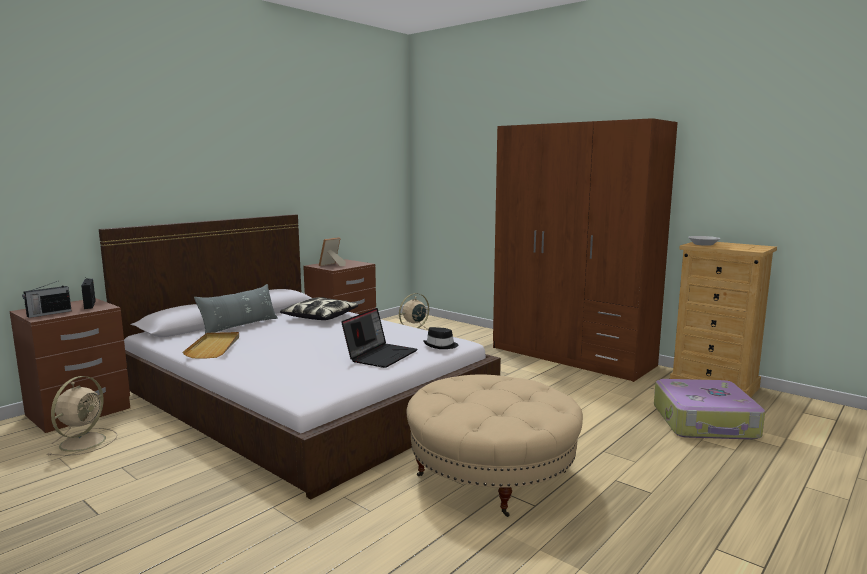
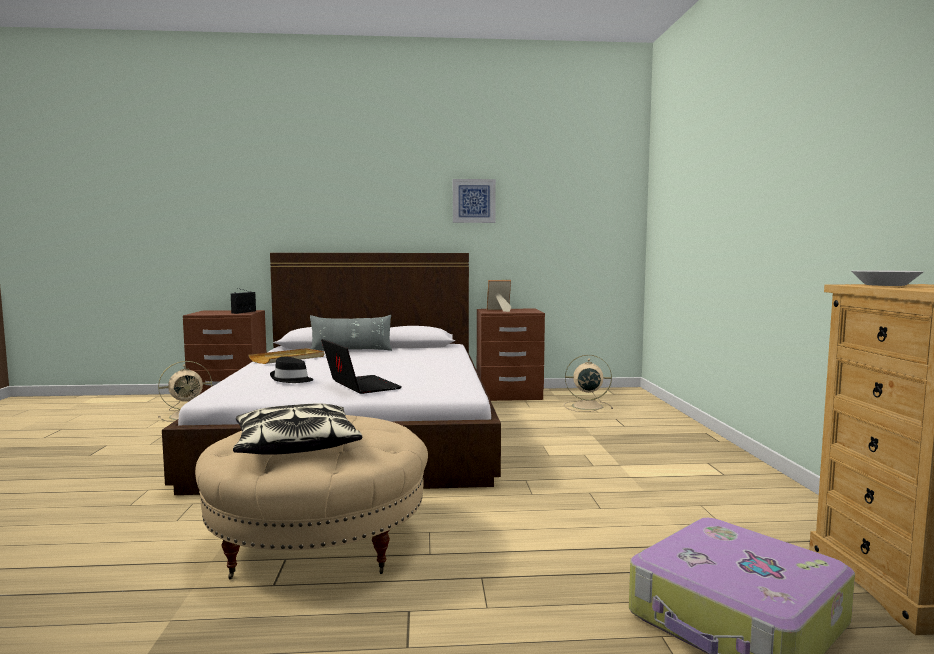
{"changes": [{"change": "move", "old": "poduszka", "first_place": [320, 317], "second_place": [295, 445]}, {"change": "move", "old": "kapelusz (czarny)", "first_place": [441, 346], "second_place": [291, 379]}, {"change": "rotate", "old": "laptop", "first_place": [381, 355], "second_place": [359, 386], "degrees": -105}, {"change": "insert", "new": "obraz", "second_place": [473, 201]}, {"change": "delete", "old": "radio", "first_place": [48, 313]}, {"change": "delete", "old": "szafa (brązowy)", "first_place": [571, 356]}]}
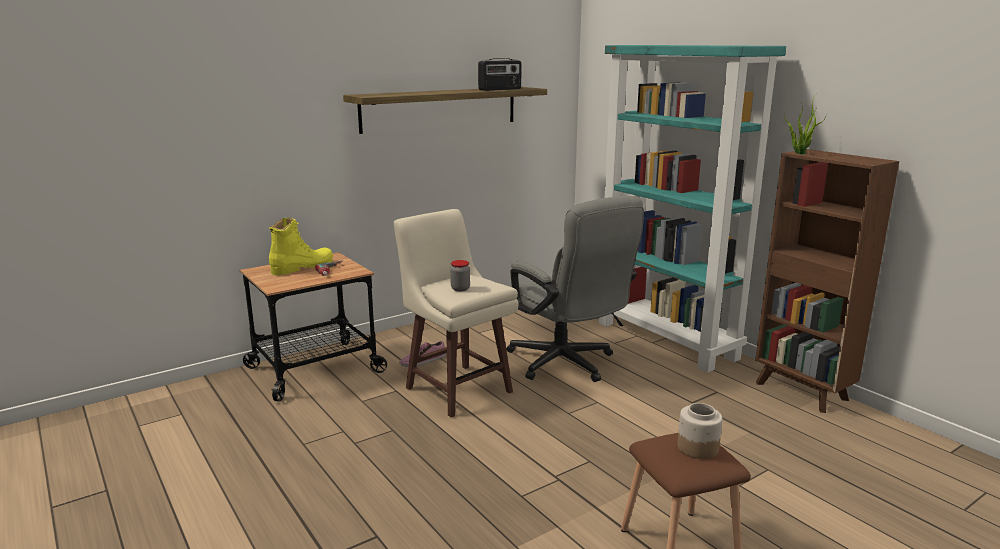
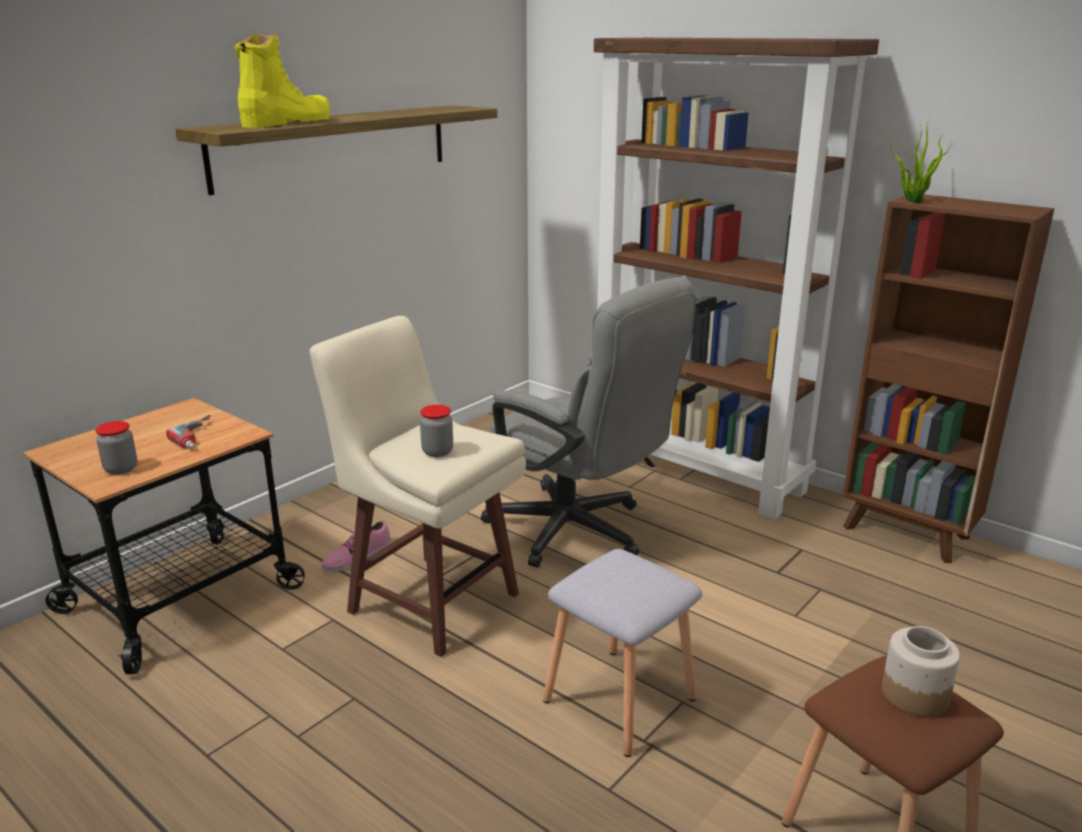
{"changes": [{"change": "insert", "new": "słoik", "second_place": [121, 469]}, {"change": "move", "old": "but z cholewką (żółty)", "first_place": [302, 267], "second_place": [286, 123]}, {"change": "insert", "new": "stołek (szary)", "second_place": [620, 698]}, {"change": "recolor", "old": "regał (turkusowy)", "new": "regał (brązowy)", "first_place": [667, 340], "second_place": [698, 473]}, {"change": "delete", "old": "radio", "first_place": [500, 89]}]}
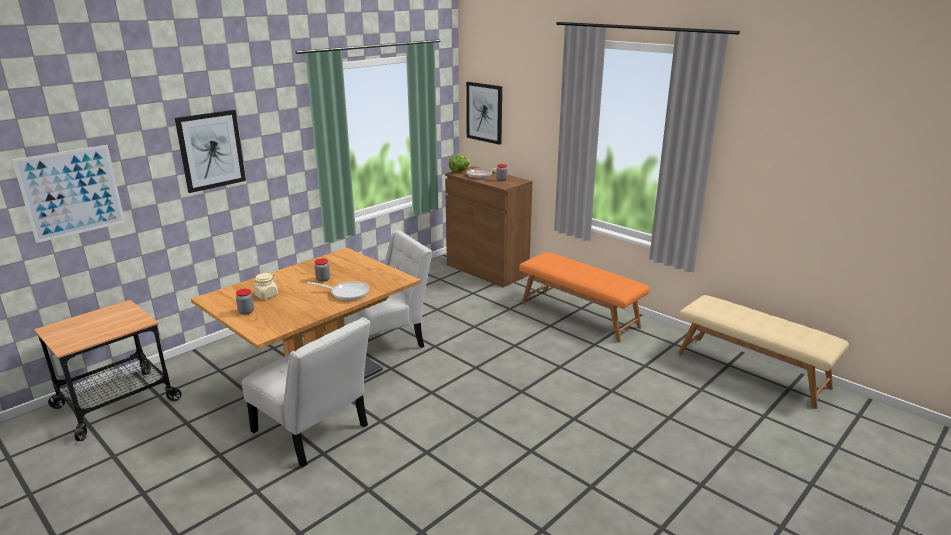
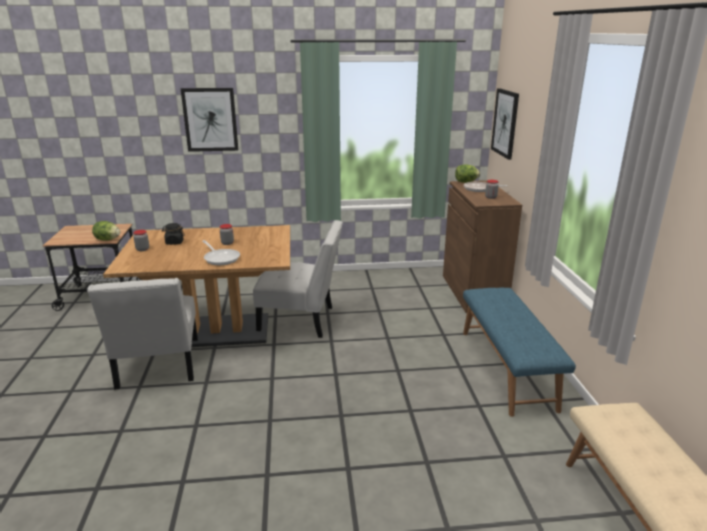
{"changes": [{"change": "insert", "new": "sałata", "second_place": [107, 240]}, {"change": "recolor", "old": "słoik (beżowy)", "new": "słoik (czarny)", "first_place": [266, 295], "second_place": [174, 242]}, {"change": "recolor", "old": "ławka (pomarańczowy)", "new": "ławka (niebieski)", "first_place": [579, 314], "second_place": [507, 368]}, {"change": "delete", "old": "obraz", "first_place": [72, 192]}]}
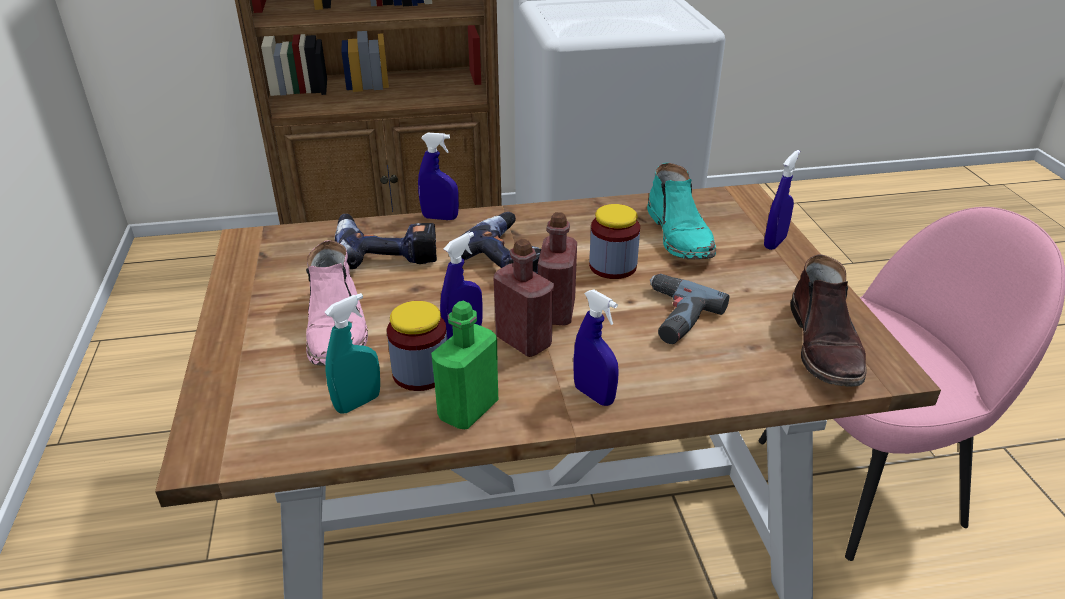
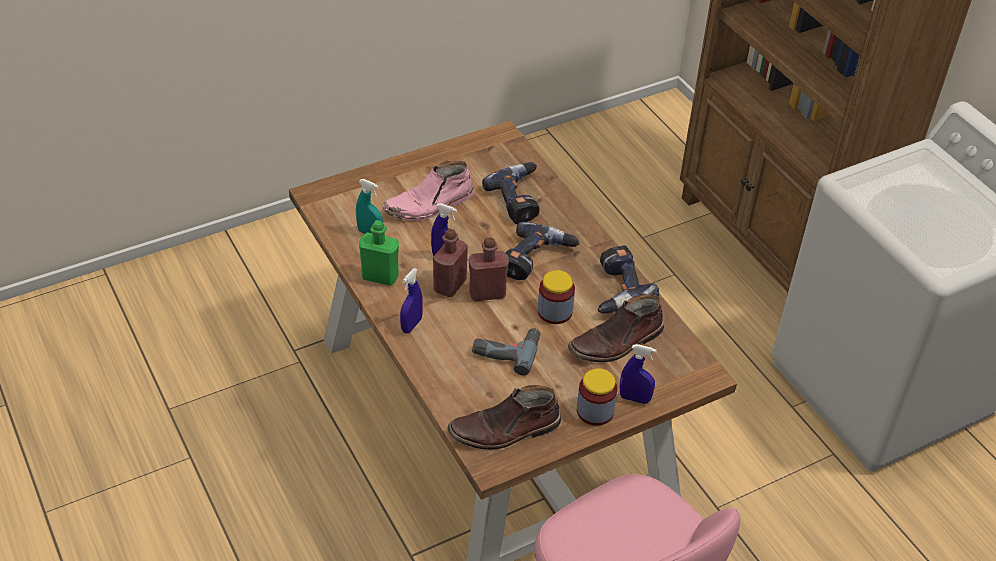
{"changes": [{"change": "recolor", "old": "but z cholewką (turkusowy)", "new": "but z cholewką (brązowy)", "first_place": [681, 236], "second_place": [616, 343]}, {"change": "move", "old": "słoik", "first_place": [421, 373], "second_place": [595, 411]}, {"change": "insert", "new": "wiertarka", "second_place": [616, 290]}, {"change": "delete", "old": "spryskiwacz (niebieski)", "first_place": [440, 218]}]}
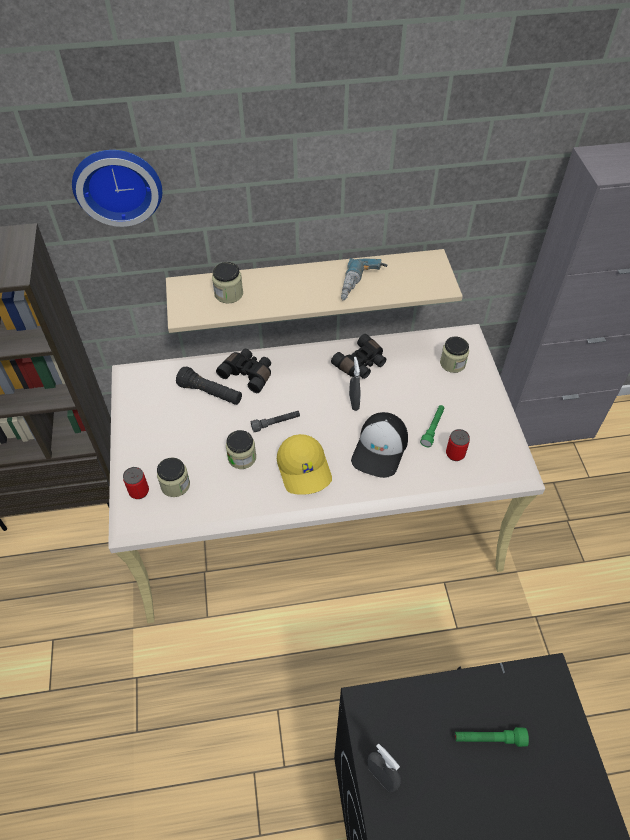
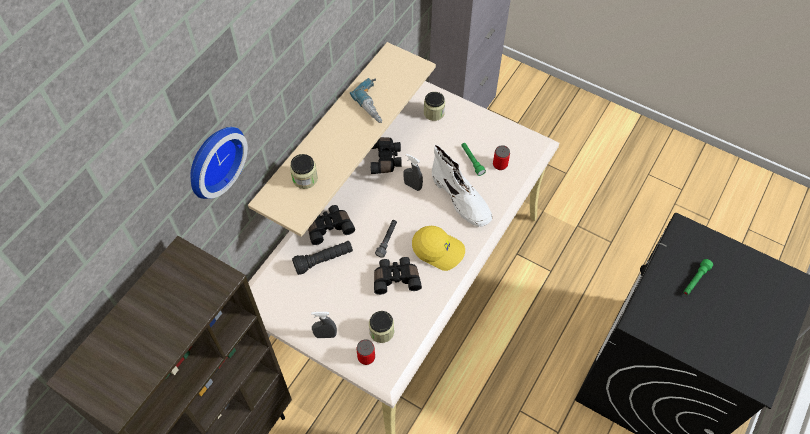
{"changes": [{"change": "move", "old": "spryskiwacz (szary)", "first_place": [381, 776], "second_place": [325, 335]}, {"change": "replace", "old": "słoik", "new": "lornetka (czarny)", "first_place": [242, 457], "second_place": [396, 278]}, {"change": "replace", "old": "czapka z daszkiem", "new": "but z cholewką (biały)", "first_place": [380, 449], "second_place": [461, 199]}]}
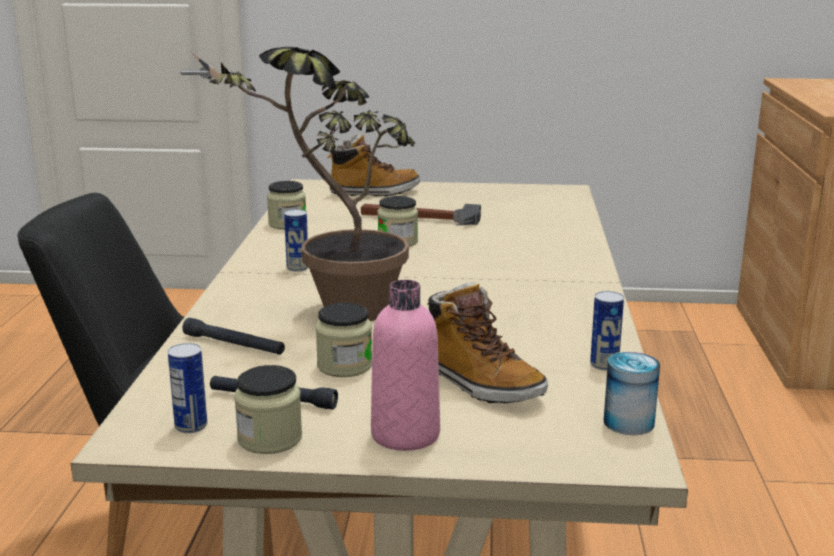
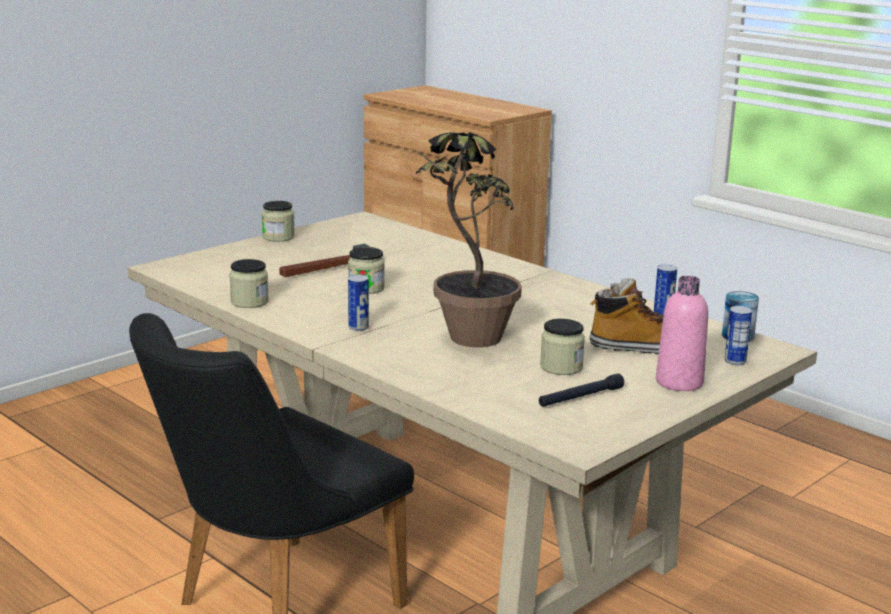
{"changes": [{"change": "move", "old": "słoik", "first_place": [270, 439], "second_place": [278, 237]}, {"change": "move", "old": "puszka", "first_place": [191, 426], "second_place": [735, 361]}, {"change": "delete", "old": "latarka (czarny)", "first_place": [234, 345]}, {"change": "delete", "old": "but z cholewką", "first_place": [374, 192]}]}
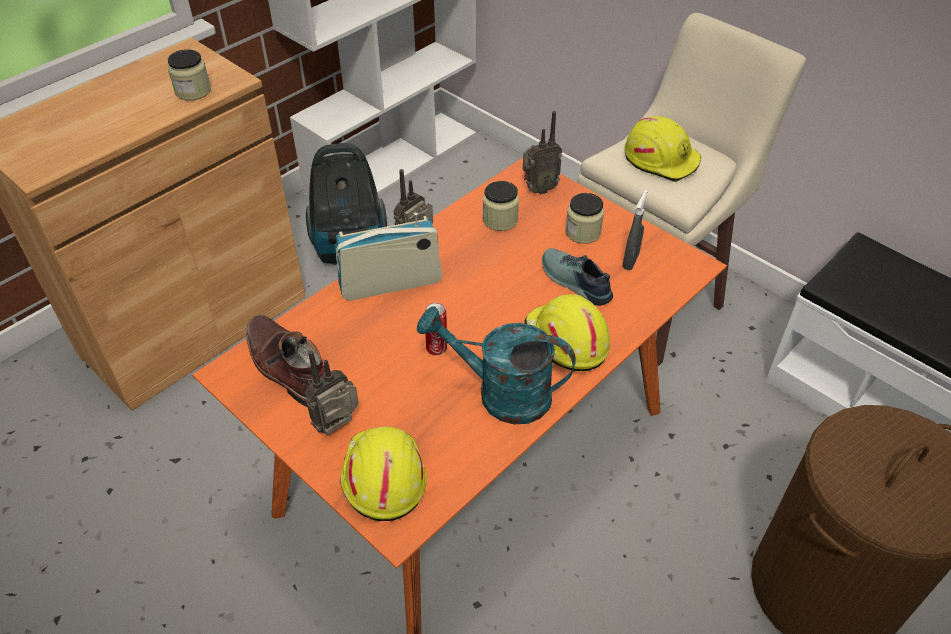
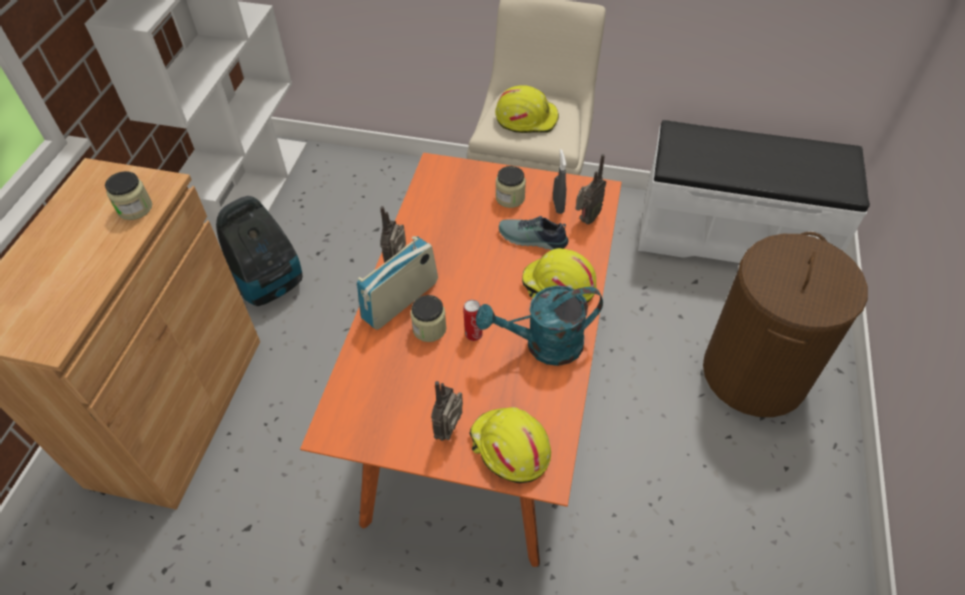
{"changes": [{"change": "move", "old": "słoik", "first_place": [500, 220], "second_place": [429, 328]}, {"change": "move", "old": "radio", "first_place": [538, 189], "second_place": [586, 219]}, {"change": "delete", "old": "but z cholewką (brązowy)", "first_place": [288, 368]}]}
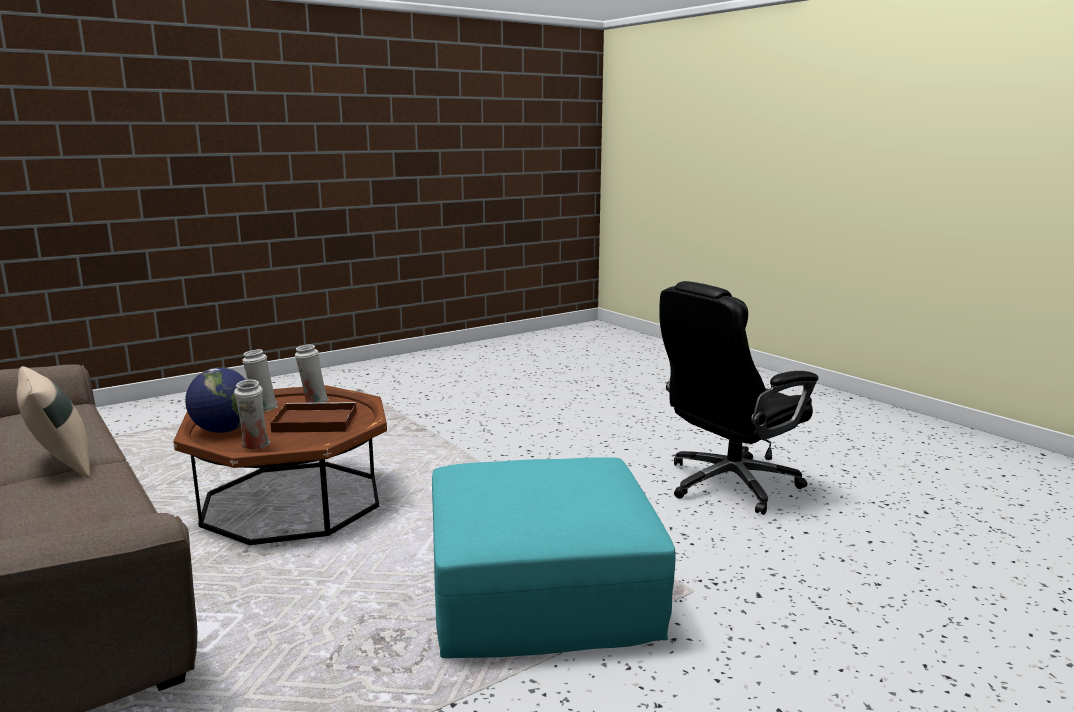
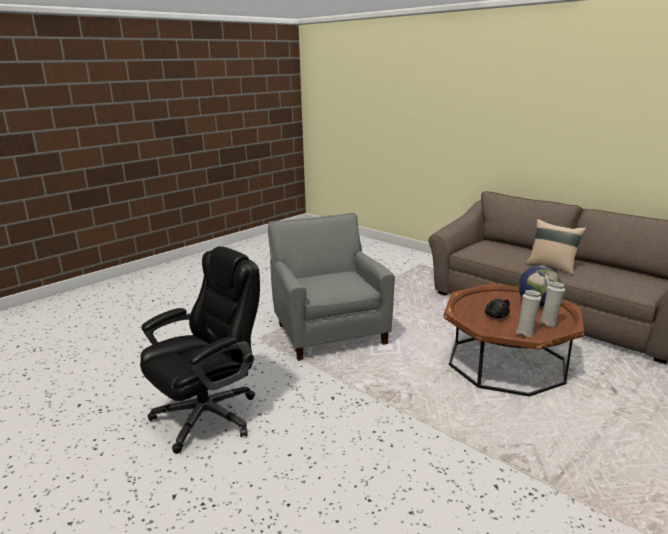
{"changes": [{"change": "replace", "old": "pufa (turkusowy)", "new": "fotel (szary)", "first_place": [541, 591], "second_place": [328, 331]}, {"change": "replace", "old": "taca (brązowy)", "new": "pluszak (czarny)", "first_place": [313, 421], "second_place": [496, 316]}, {"change": "delete", "old": "wazon (biały)", "first_place": [255, 445]}]}
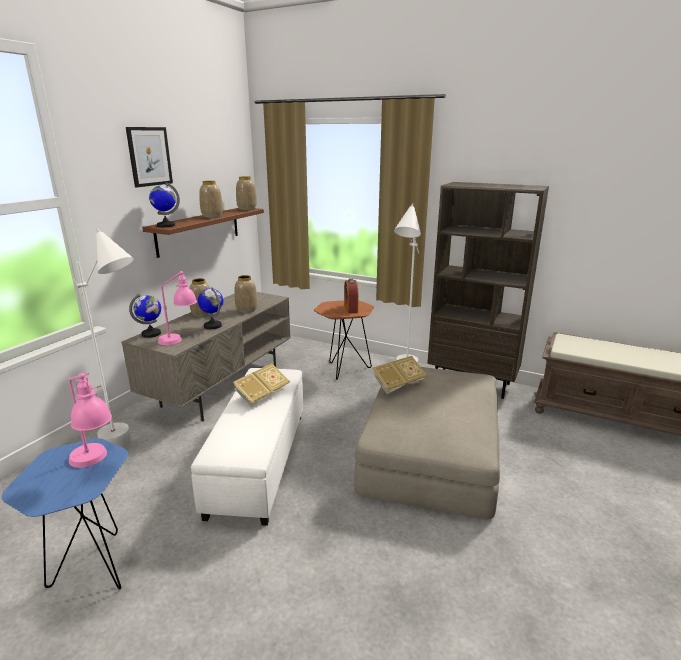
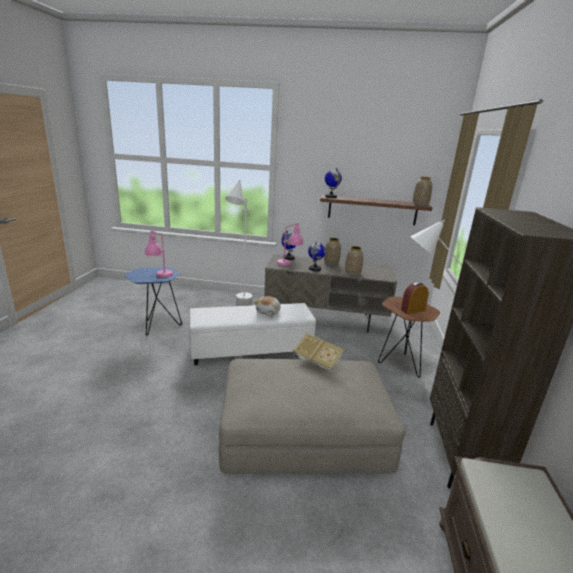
{"changes": [{"change": "replace", "old": "książka", "new": "pluszak", "first_place": [262, 395], "second_place": [268, 312]}, {"change": "delete", "old": "obraz", "first_place": [149, 156]}, {"change": "delete", "old": "wazon", "first_place": [212, 216]}]}
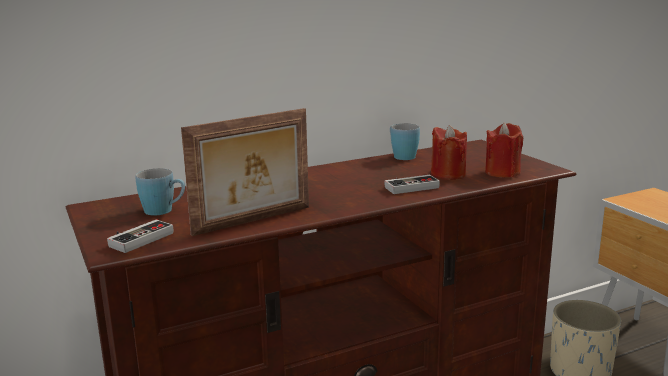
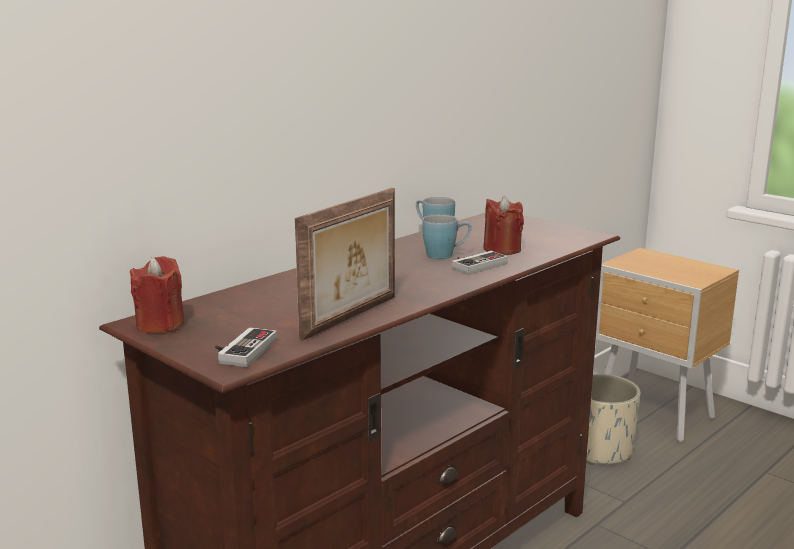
{"changes": [{"change": "move", "old": "świeca (czerwony)", "first_place": [502, 172], "second_place": [160, 324]}, {"change": "move", "old": "kubek (niebieski)", "first_place": [164, 211], "second_place": [446, 255]}]}
